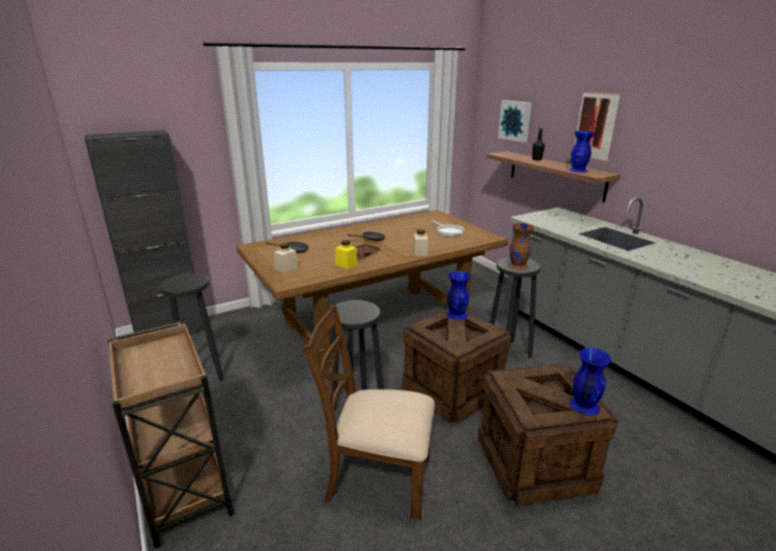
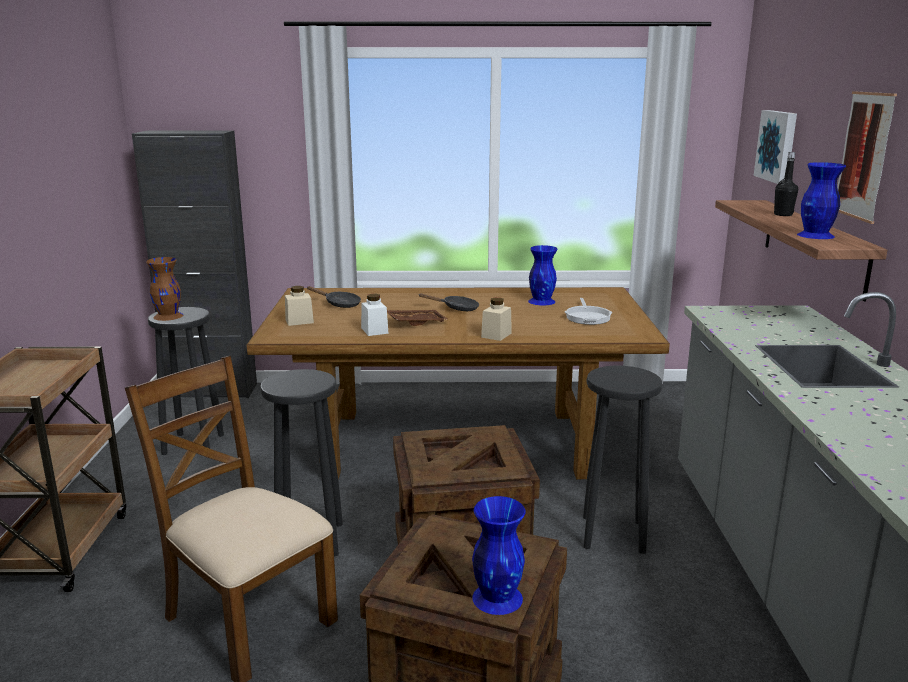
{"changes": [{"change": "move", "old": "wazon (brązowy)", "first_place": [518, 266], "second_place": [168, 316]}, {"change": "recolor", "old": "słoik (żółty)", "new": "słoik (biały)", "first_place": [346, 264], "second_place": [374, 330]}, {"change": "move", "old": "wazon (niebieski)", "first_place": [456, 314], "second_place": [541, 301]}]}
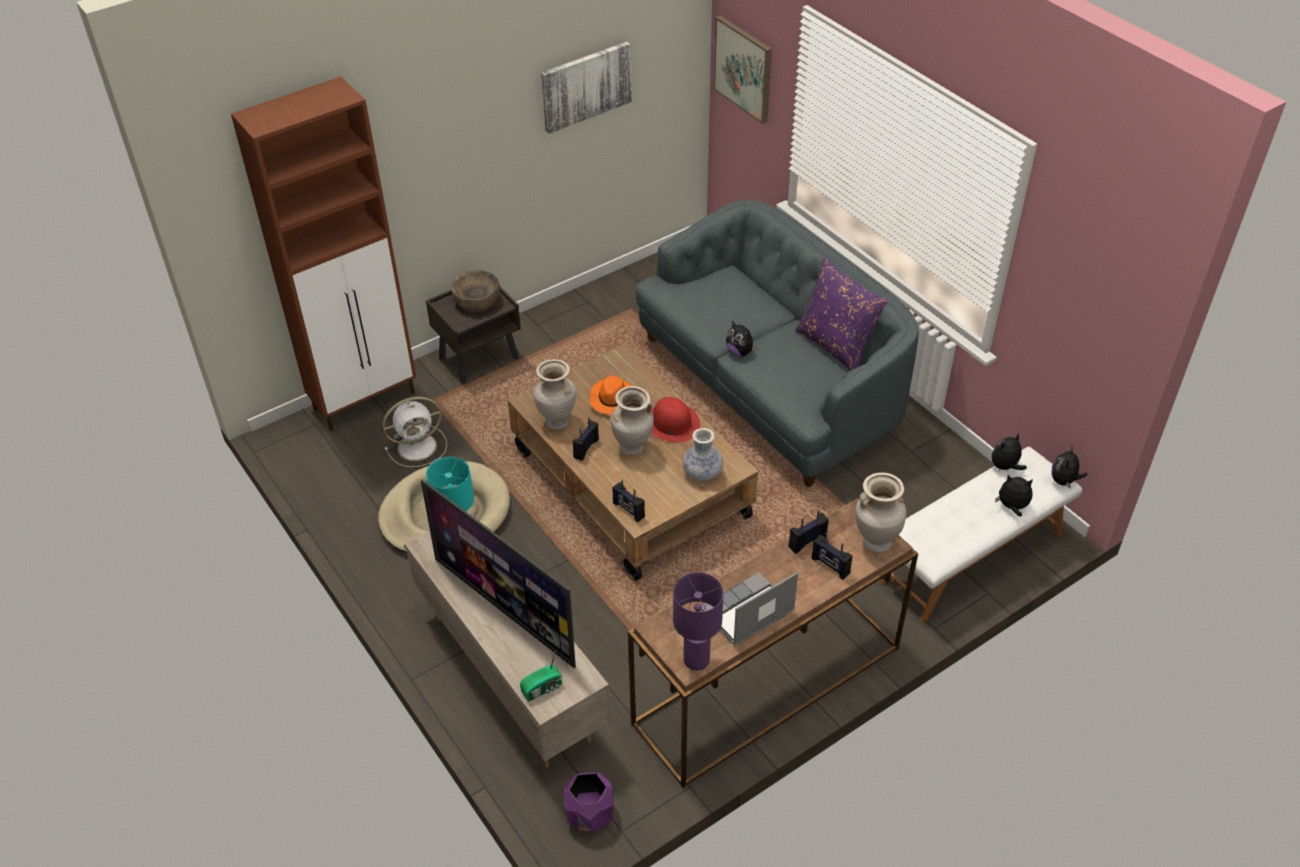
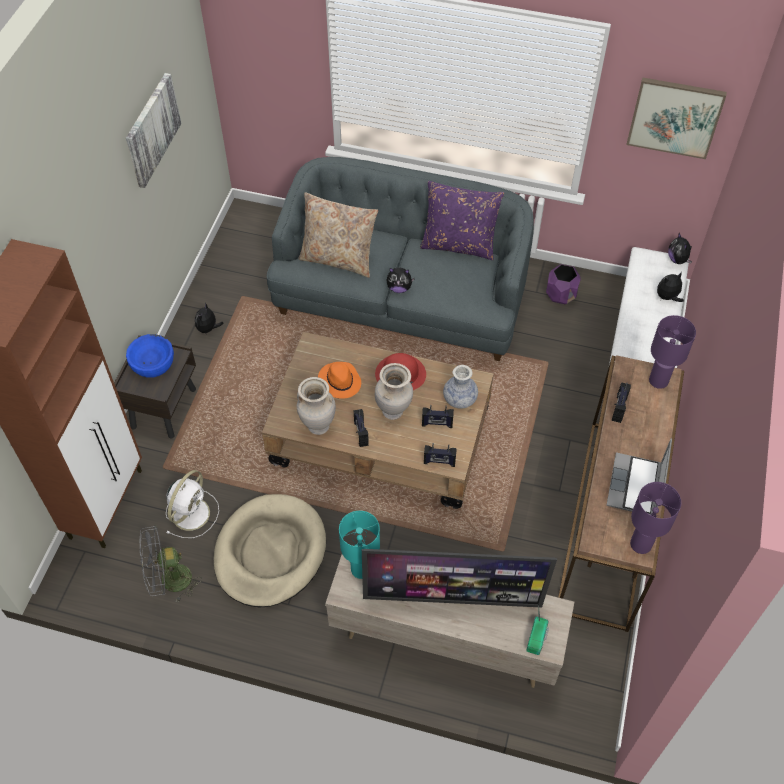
{"changes": [{"change": "recolor", "old": "miska (brązowy)", "new": "miska (niebieski)", "first_place": [477, 301], "second_place": [152, 364]}, {"change": "insert", "new": "wentylator (szary)", "second_place": [169, 581]}, {"change": "move", "old": "pluszak", "first_place": [1005, 467], "second_place": [208, 329]}, {"change": "insert", "new": "poduszka (beżowy)", "second_place": [338, 259]}, {"change": "move", "old": "radio", "first_place": [830, 566], "second_place": [437, 424]}, {"change": "move", "old": "donica (fioletowy)", "first_place": [590, 815], "second_place": [561, 295]}, {"change": "move", "old": "obraz", "first_place": [743, 68], "second_place": [675, 117]}, {"change": "replace", "old": "wazon (beżowy)", "new": "lampa stołowa (fioletowy)", "first_place": [875, 542], "second_place": [658, 380]}]}
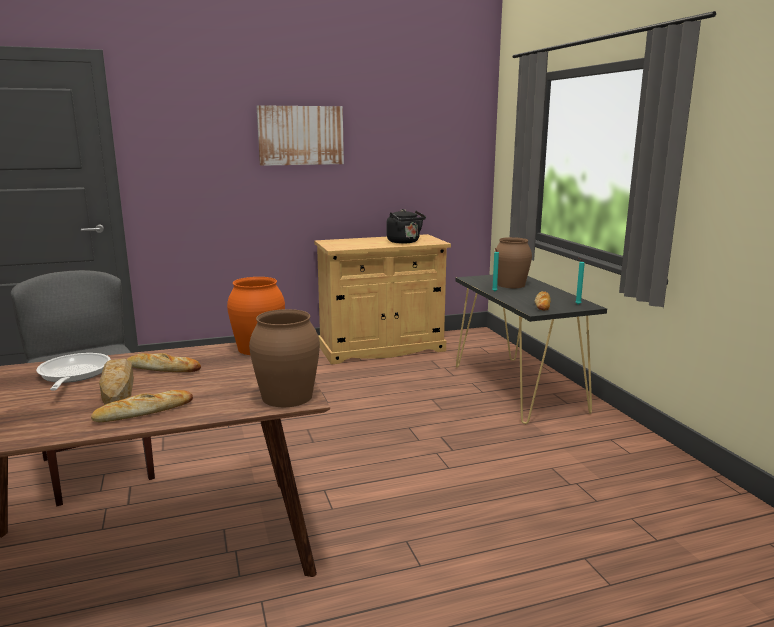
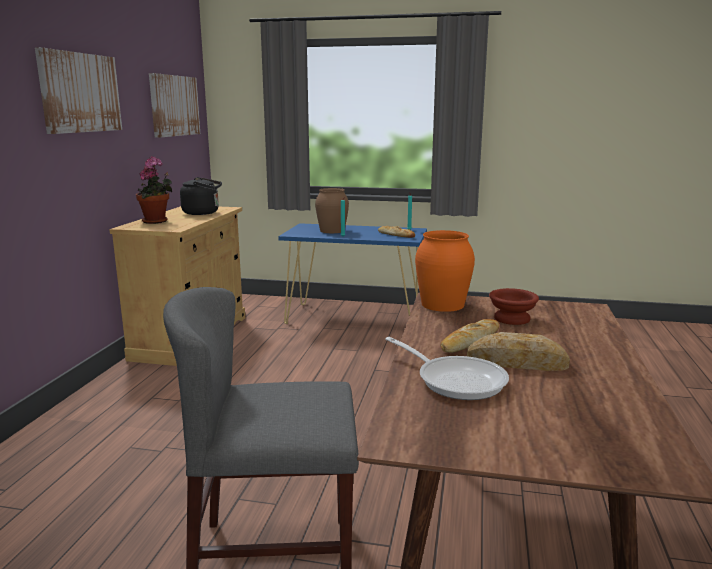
{"changes": [{"change": "insert", "new": "roślina doniczkowa", "second_place": [157, 221]}, {"change": "insert", "new": "obraz", "second_place": [174, 106]}, {"change": "recolor", "old": "stolik konsolowy (czarny)", "new": "stolik konsolowy (niebieski)", "first_place": [518, 388], "second_place": [355, 318]}, {"change": "rotate", "old": "patelnia", "first_place": [73, 375], "second_place": [455, 380], "degrees": -150}, {"change": "insert", "new": "miska (brązowy)", "second_place": [513, 319]}, {"change": "delete", "old": "chleb", "first_place": [144, 411]}, {"change": "delete", "old": "wazon (brązowy)", "first_place": [286, 396]}]}
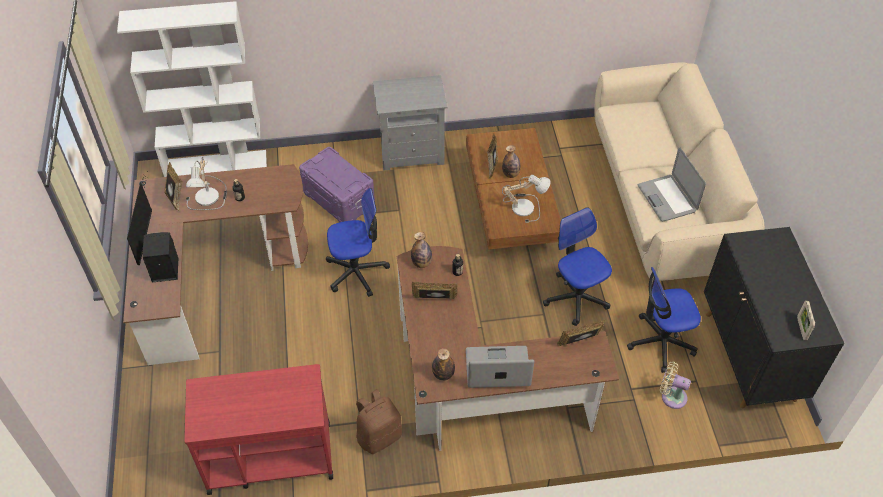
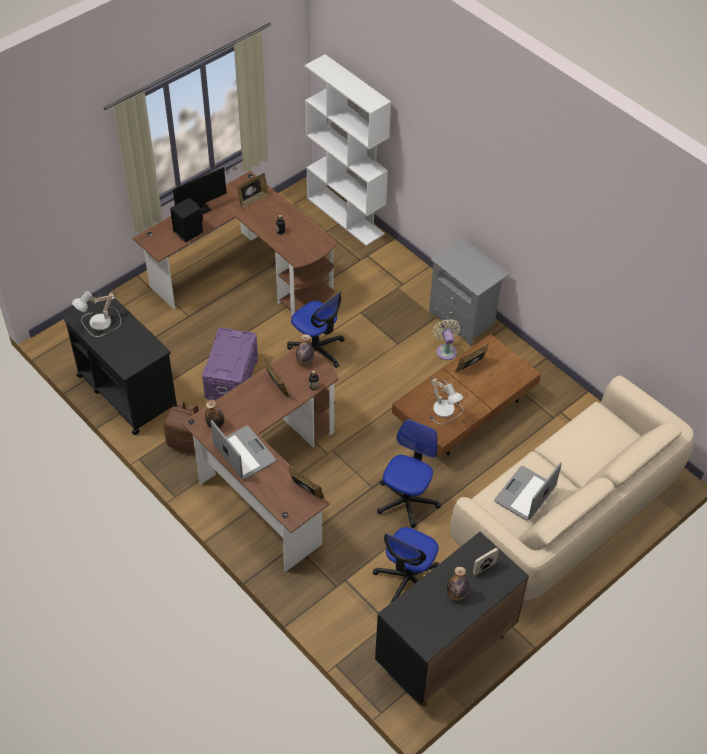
{"changes": [{"change": "recolor", "old": "wózek (czerwony)", "new": "wózek (czarny)", "first_place": [268, 457], "second_place": [126, 391]}, {"change": "move", "old": "lampa stołowa", "first_place": [209, 198], "second_place": [100, 324]}, {"change": "move", "old": "pojemnik do przechowywania (fioletowy)", "first_place": [339, 198], "second_place": [232, 377]}, {"change": "rotate", "old": "krzesło biurowe", "first_place": [660, 342], "second_place": [407, 580], "degrees": -105}, {"change": "move", "old": "wentylator (beżowy)", "first_place": [671, 396], "second_place": [446, 350]}, {"change": "move", "old": "butelka", "first_place": [510, 174], "second_place": [456, 594]}, {"change": "move", "old": "ramka na zdjęcie", "first_place": [801, 329], "second_place": [484, 568]}]}
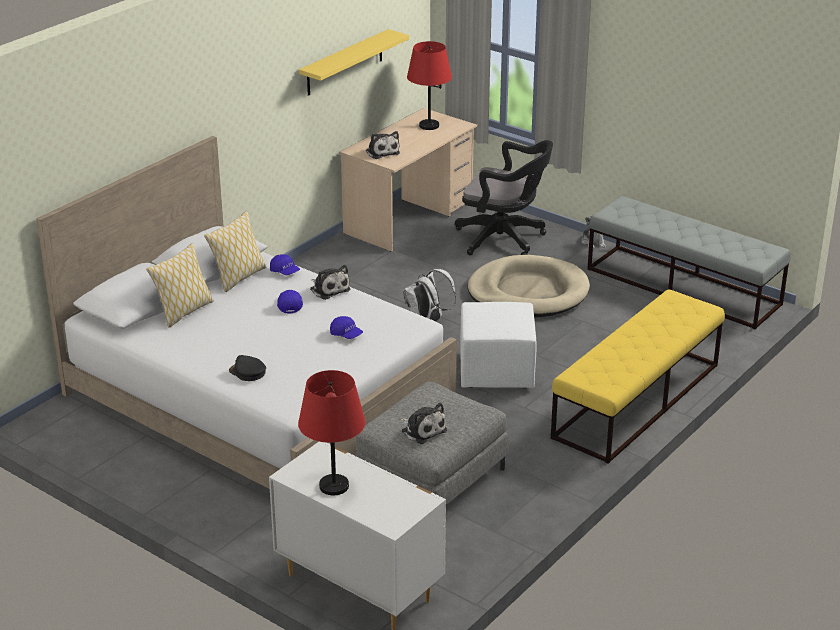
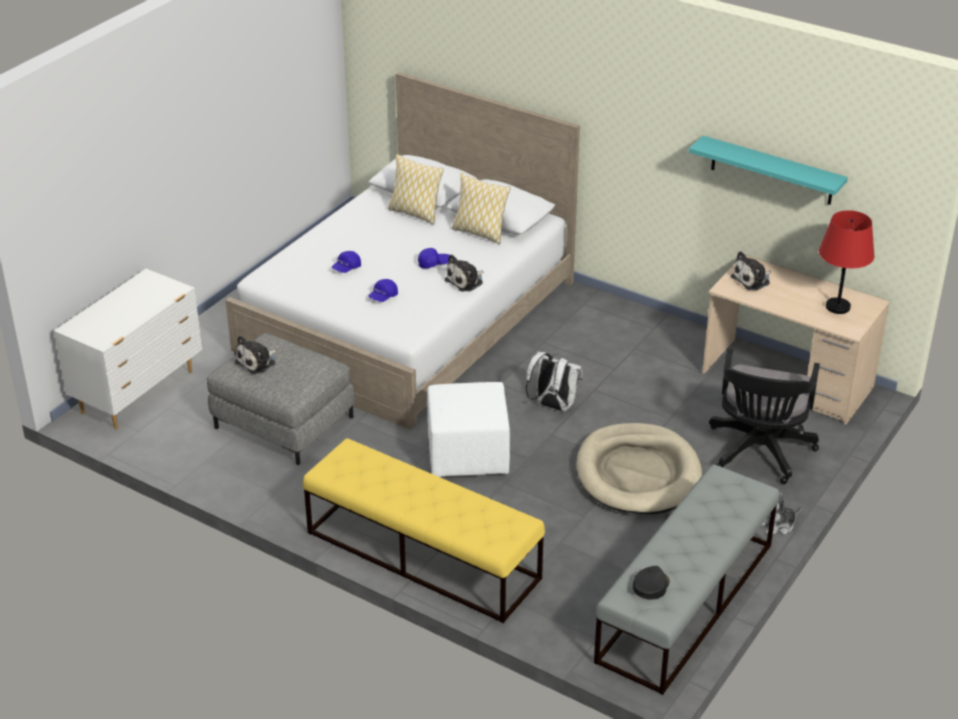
{"changes": [{"change": "move", "old": "czapka z daszkiem (niebieski)", "first_place": [285, 271], "second_place": [346, 268]}, {"change": "move", "old": "czapka z daszkiem (czarny)", "first_place": [247, 372], "second_place": [650, 586]}, {"change": "recolor", "old": "półka (żółty)", "new": "półka (turkusowy)", "first_place": [345, 63], "second_place": [772, 171]}, {"change": "delete", "old": "lampa stołowa (czerwony)", "first_place": [334, 486]}]}
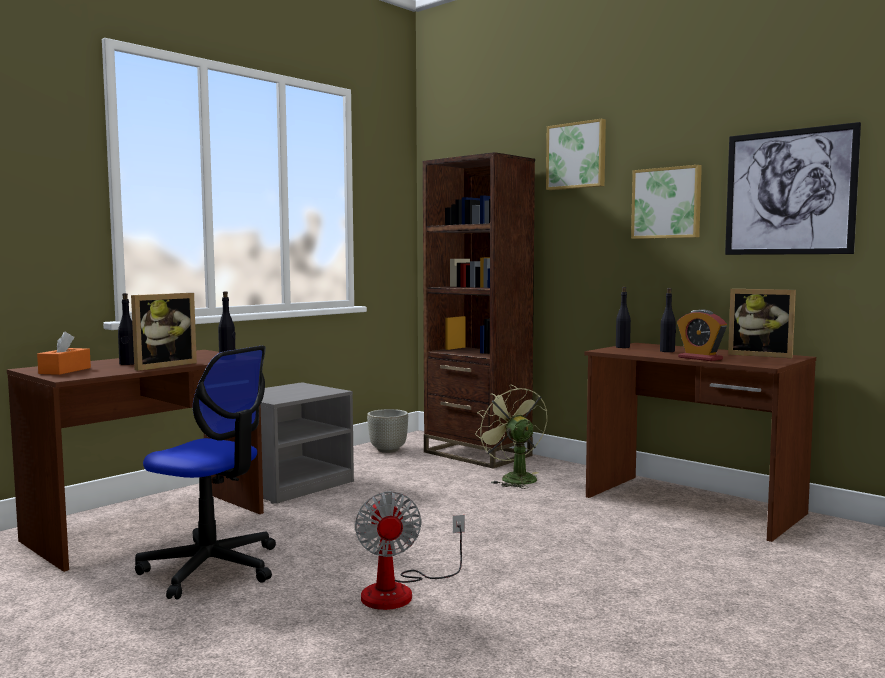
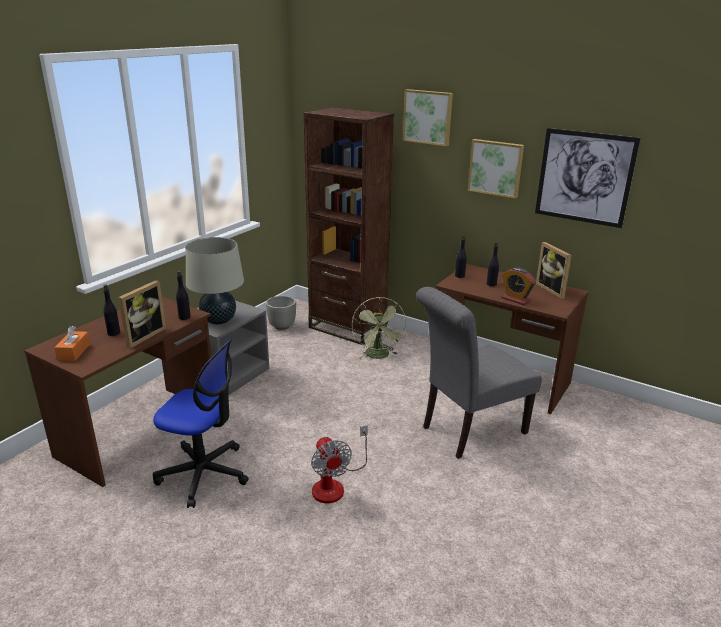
{"changes": [{"change": "insert", "new": "lampa stołowa (beżowy)", "second_place": [218, 320]}, {"change": "rotate", "old": "wentylator (zielony)", "first_place": [513, 478], "second_place": [379, 356], "degrees": -150}, {"change": "insert", "new": "krzesło (szary)", "second_place": [468, 431]}, {"change": "rotate", "old": "ramka na zdjęcie", "first_place": [761, 355], "second_place": [553, 290], "degrees": 45}]}
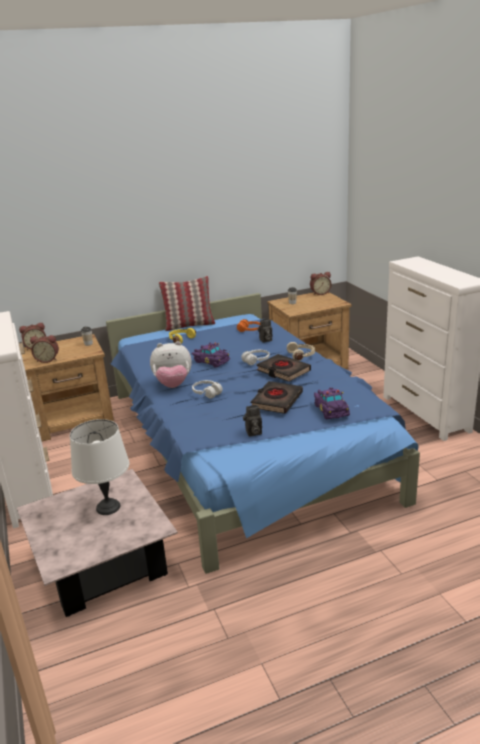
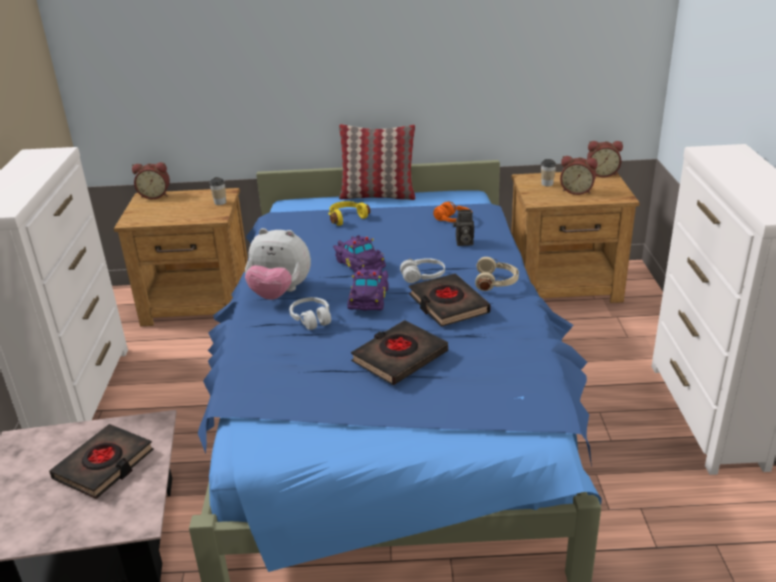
{"changes": [{"change": "replace", "old": "lampa stołowa (biały)", "new": "książka (czarny)", "first_place": [108, 507], "second_place": [104, 465]}, {"change": "move", "old": "samochodzik (fioletowy)", "first_place": [331, 409], "second_place": [369, 297]}, {"change": "move", "old": "budzik", "first_place": [47, 359], "second_place": [577, 191]}, {"change": "delete", "old": "aparat fotograficzny", "first_place": [253, 433]}]}
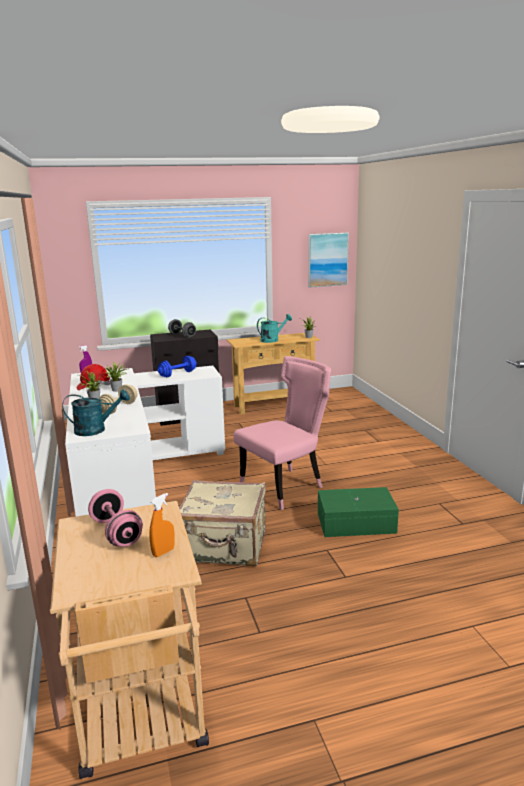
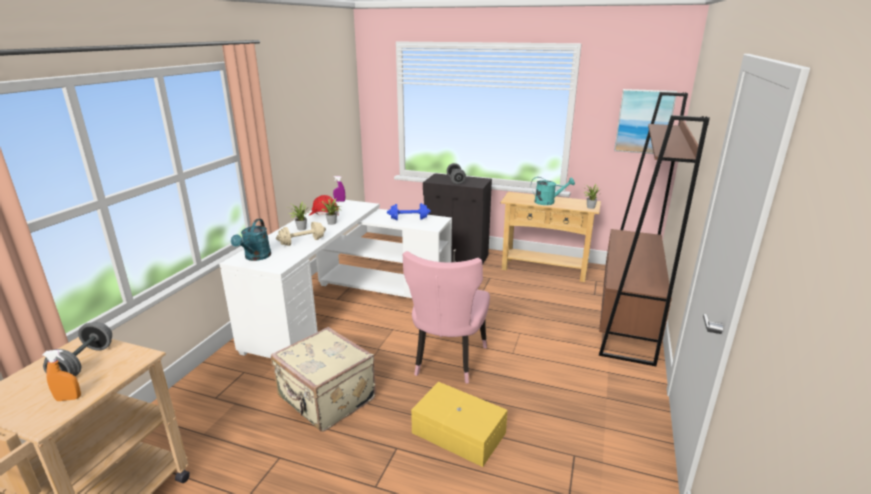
{"changes": [{"change": "recolor", "old": "hantel (różowy)", "new": "hantel (szary)", "first_place": [116, 532], "second_place": [84, 363]}, {"change": "rotate", "old": "konewka (turkusowy)", "first_place": [96, 430], "second_place": [255, 257], "degrees": 75}, {"change": "rotate", "old": "krzesło (różowy)", "first_place": [286, 486], "second_place": [447, 361], "degrees": 105}, {"change": "recolor", "old": "pojemnik do przechowywania (zielony)", "new": "pojemnik do przechowywania (żółty)", "first_place": [357, 523], "second_place": [458, 434]}, {"change": "insert", "new": "regał (brązowy)", "second_place": [626, 318]}]}
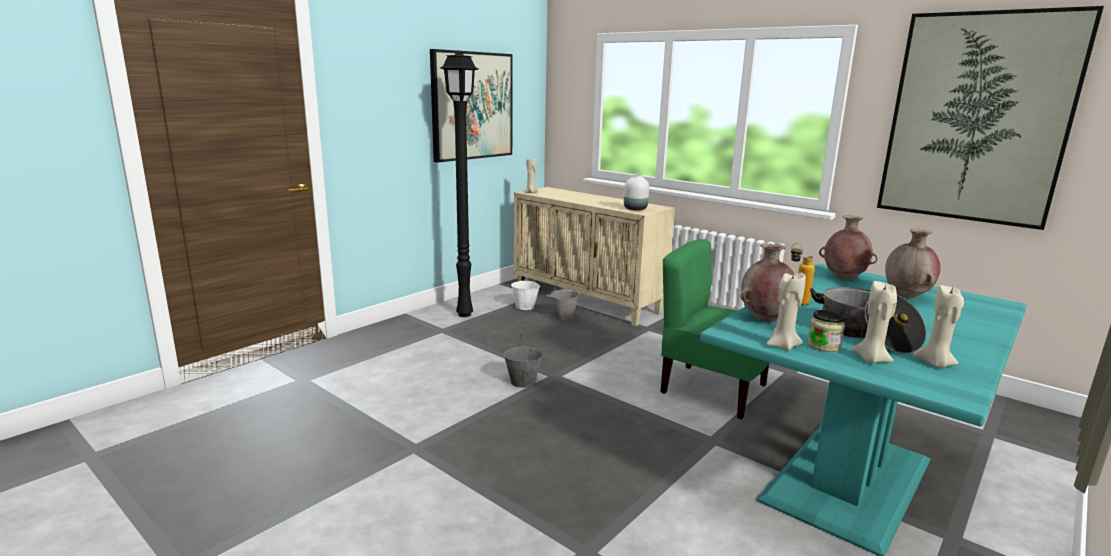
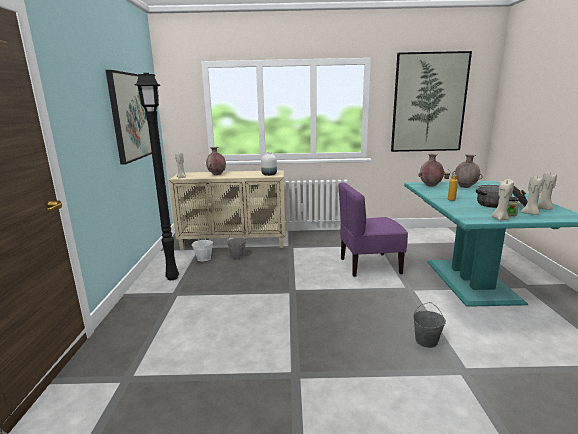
{"changes": [{"change": "move", "old": "wazon (brązowy)", "first_place": [765, 319], "second_place": [216, 174]}, {"change": "recolor", "old": "krzesło (zielony)", "new": "krzesło (fioletowy)", "first_place": [712, 390], "second_place": [369, 265]}, {"change": "move", "old": "wiadro (szary)", "first_place": [522, 382], "second_place": [426, 341]}]}
